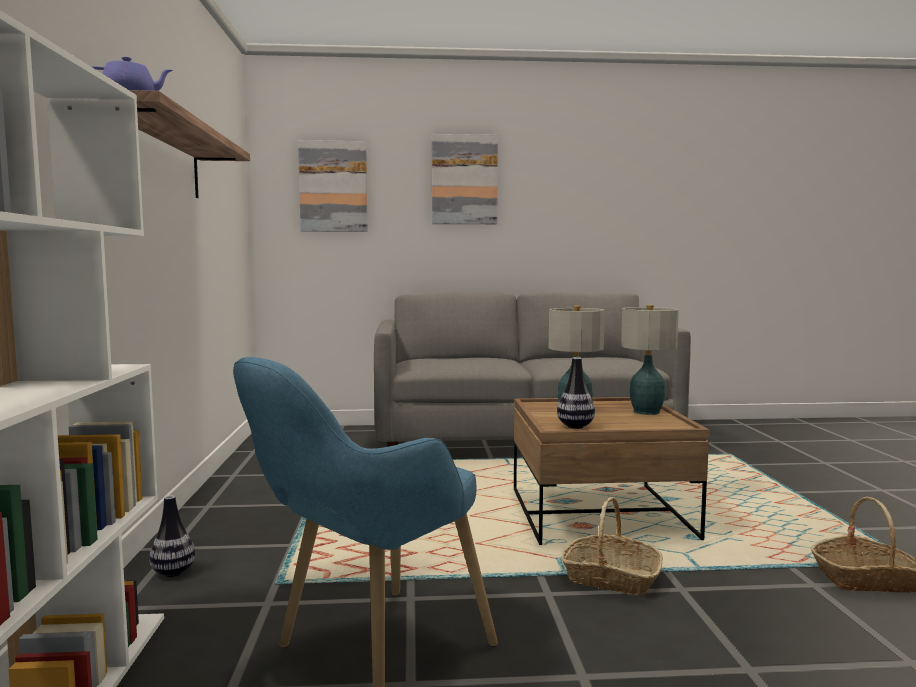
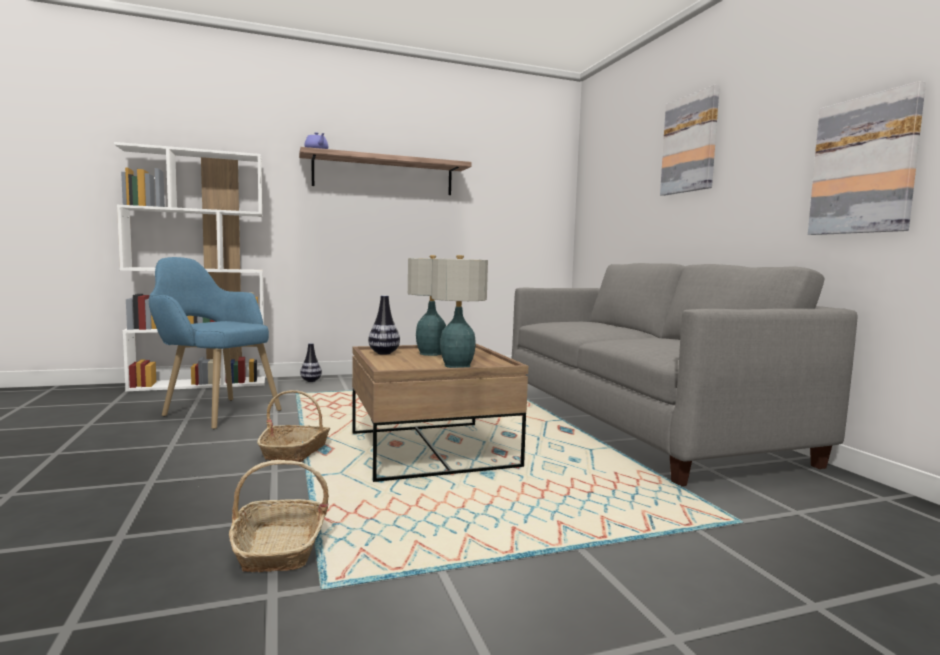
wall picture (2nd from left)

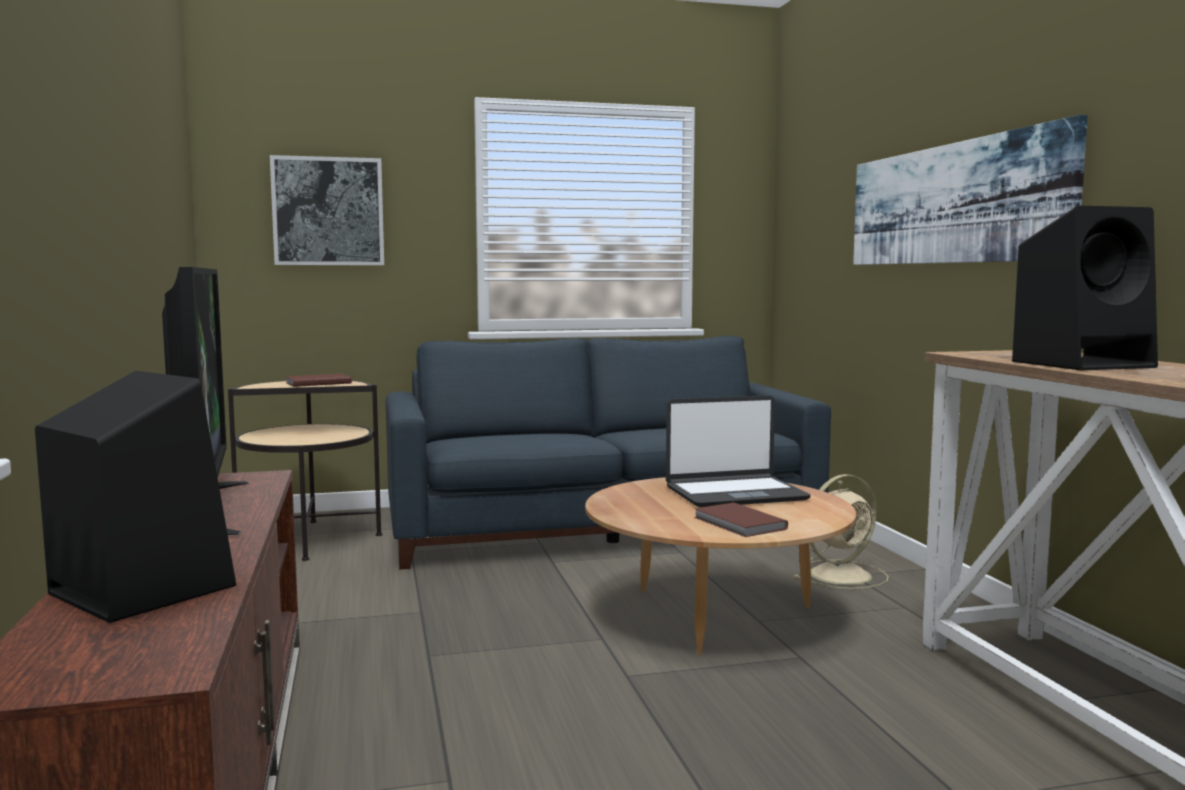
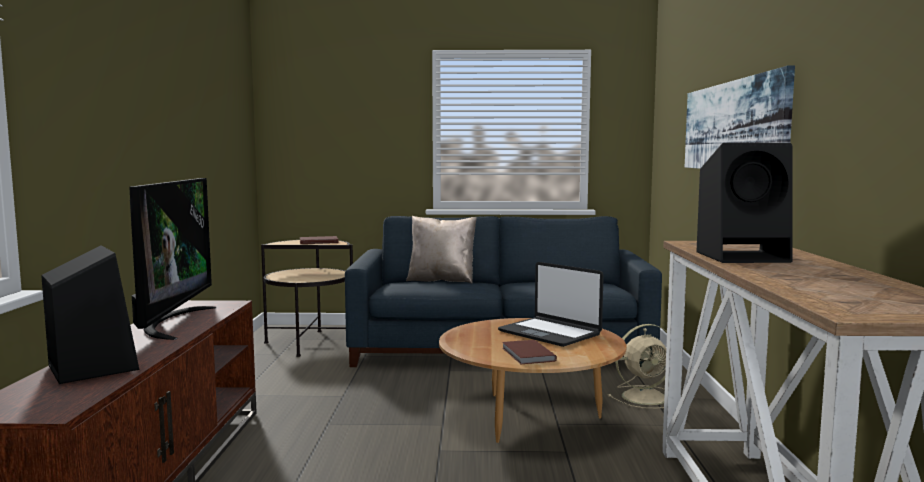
wall picture (1st from left in the first image); notebook computer; pillow (sand-coloured)

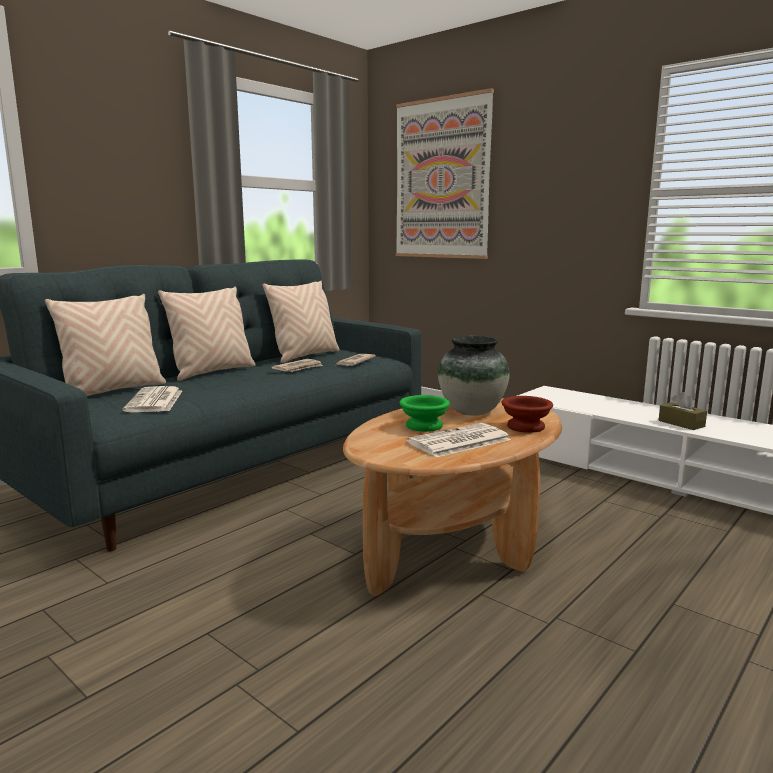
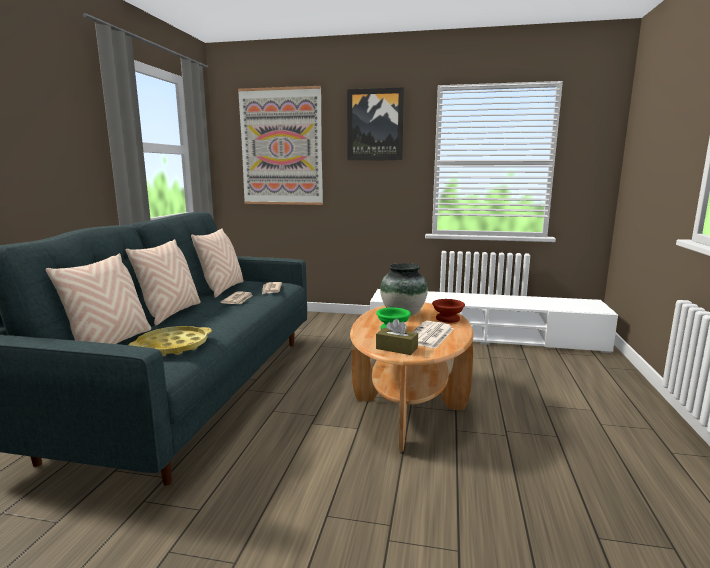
serving tray (yellow); tissue box (brownish); wall picture (2nd from left)

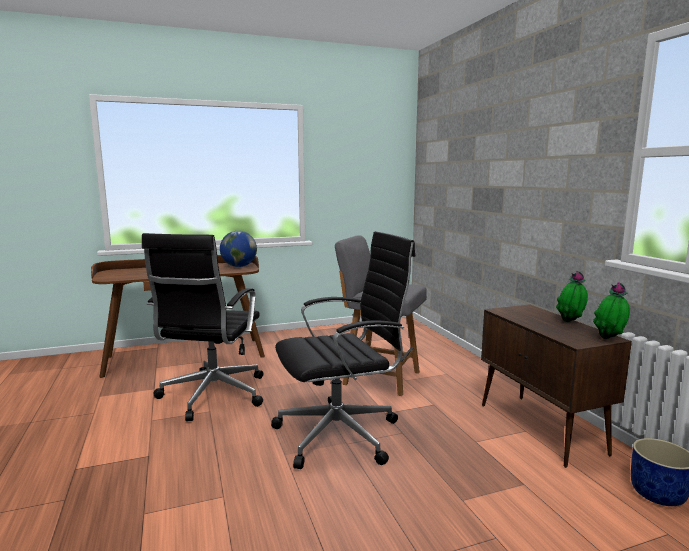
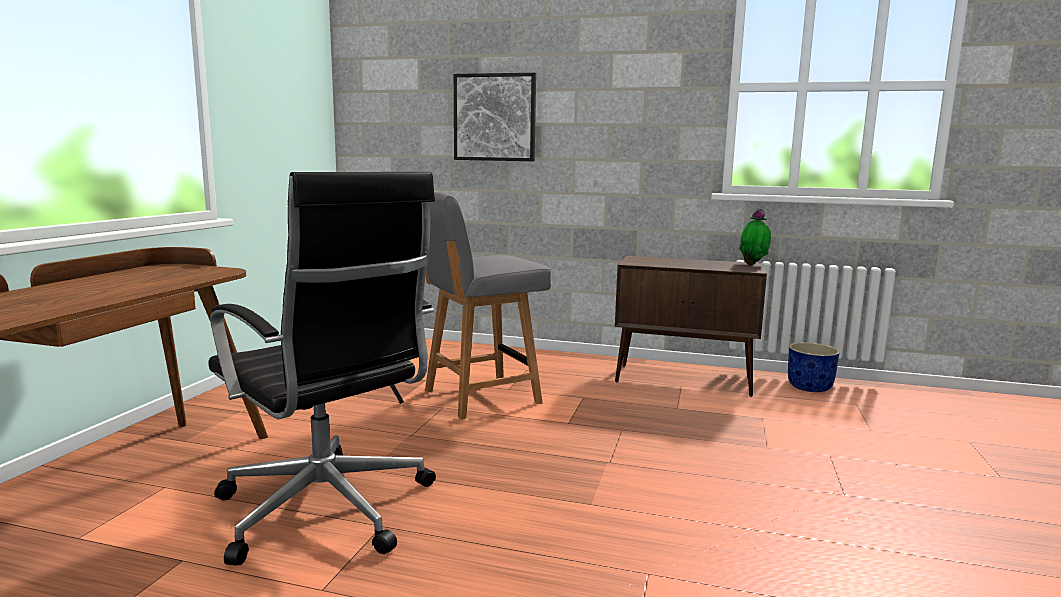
desk globe; office chair (black) (2nd from left in the first image); houseplant (1st from left in the first image); wall picture

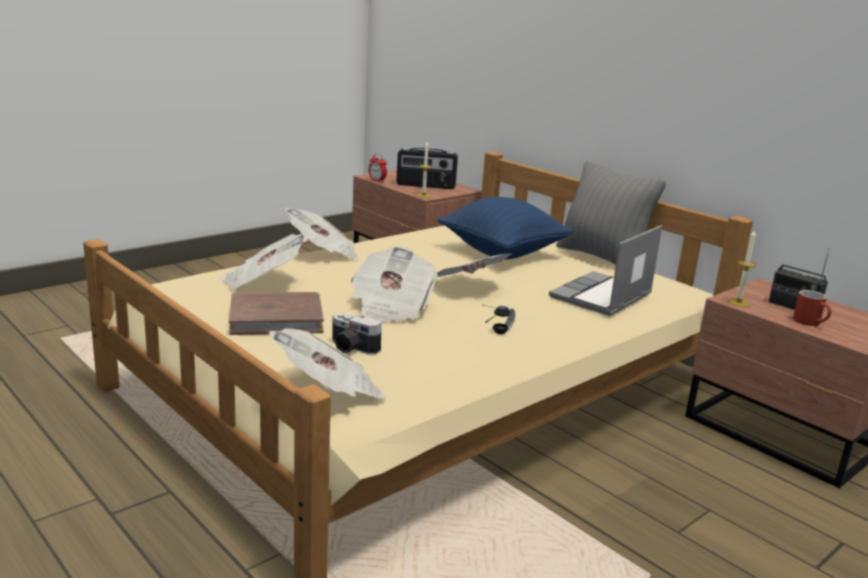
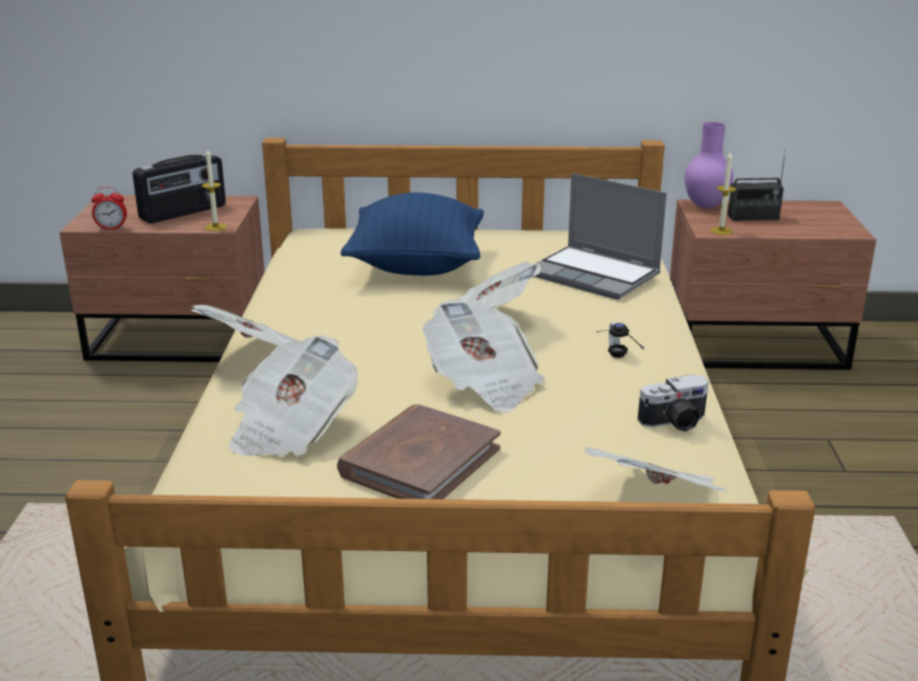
still camera; notebook computer; pillow (gray); mug (red-coloured); vase (purplish)

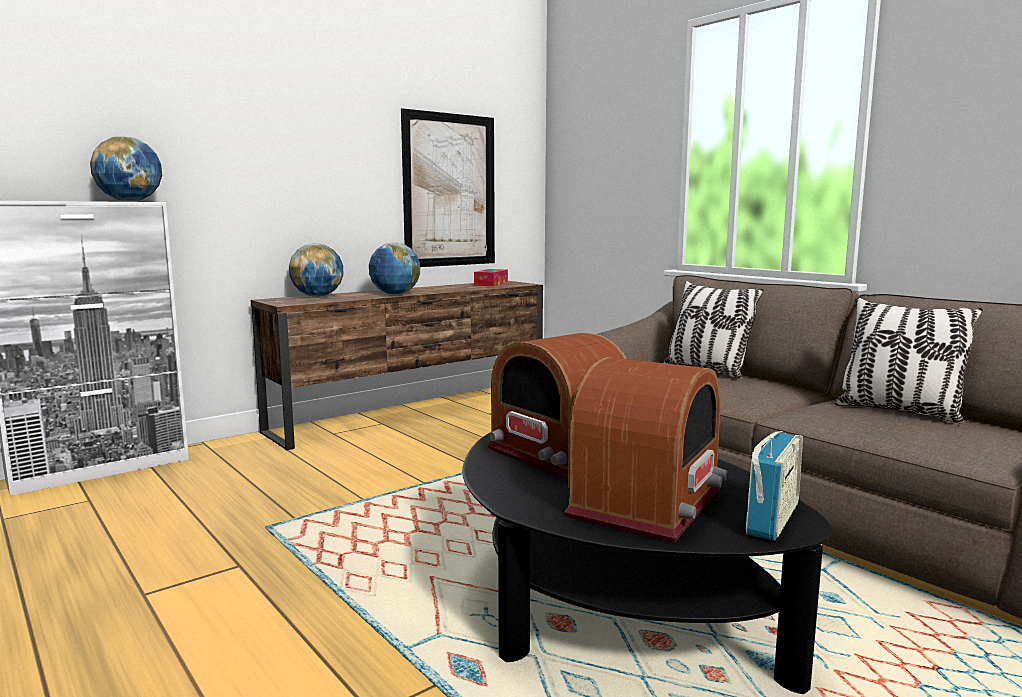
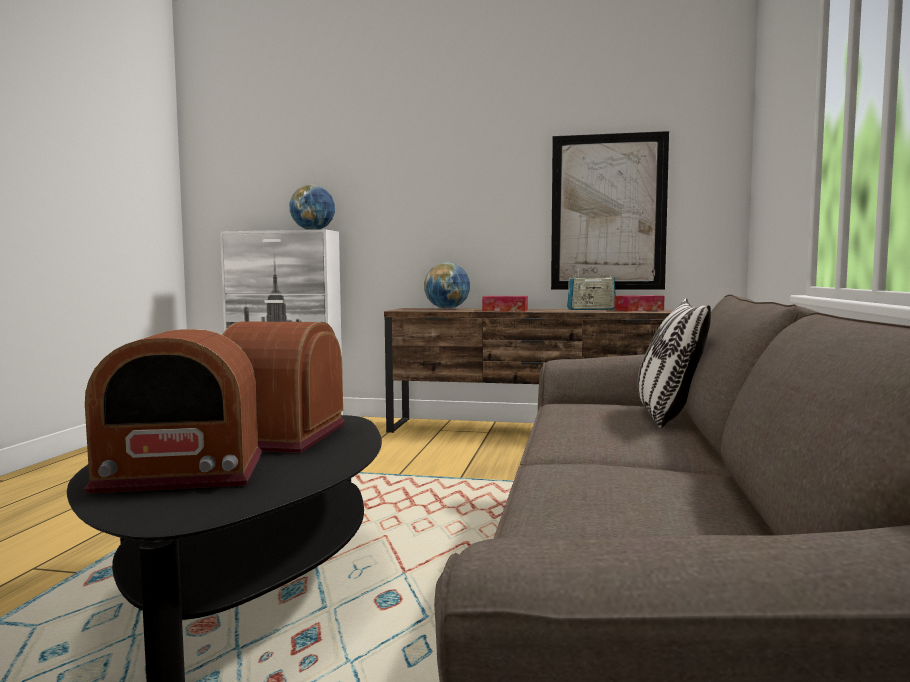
tissue box (1st from left); radio (3rd from left); pillow (2nd from left in the first image)

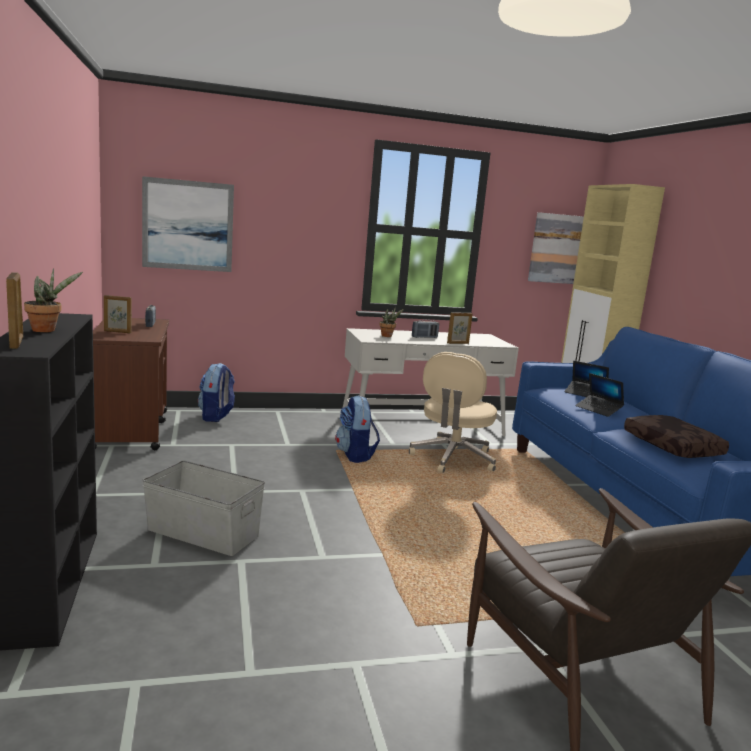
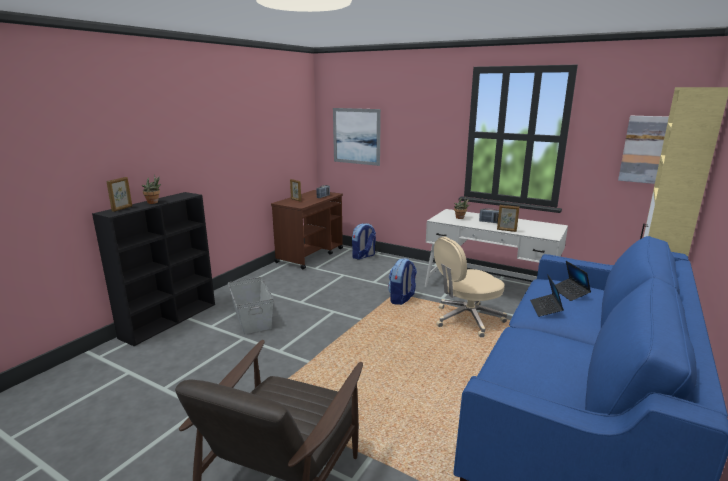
pillow (brownish)

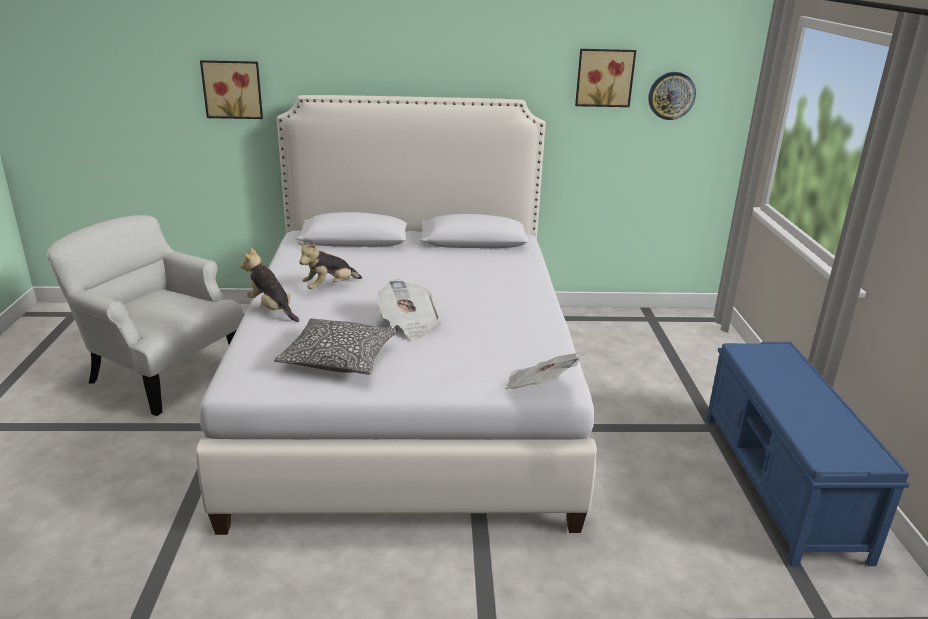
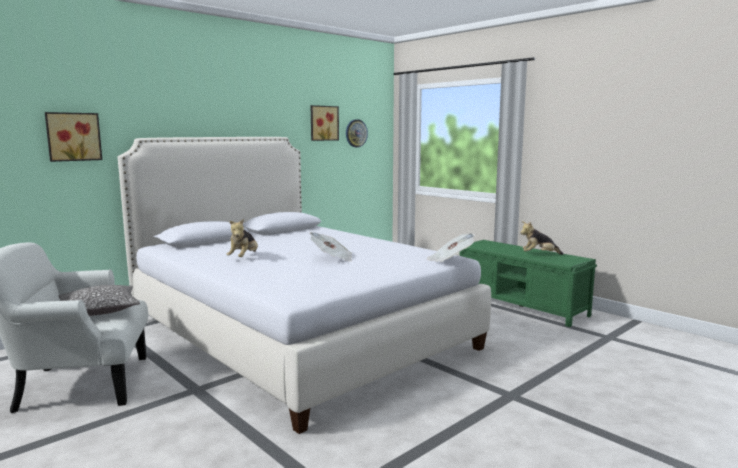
soft toy (2nd from left); pillow; bench (green-coloured)

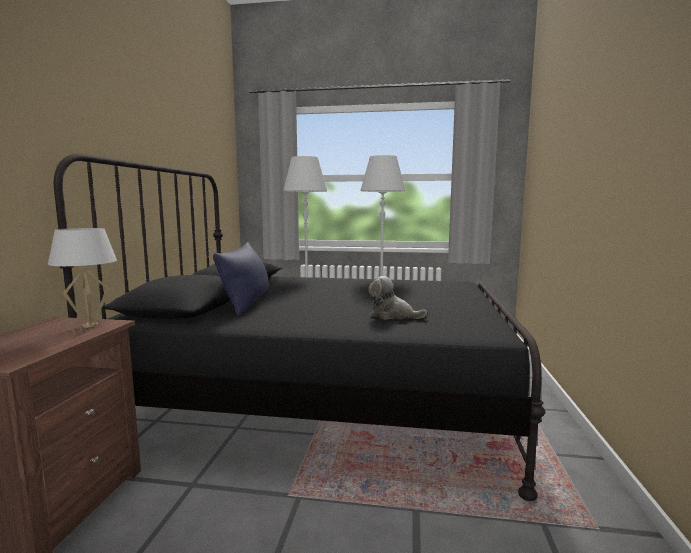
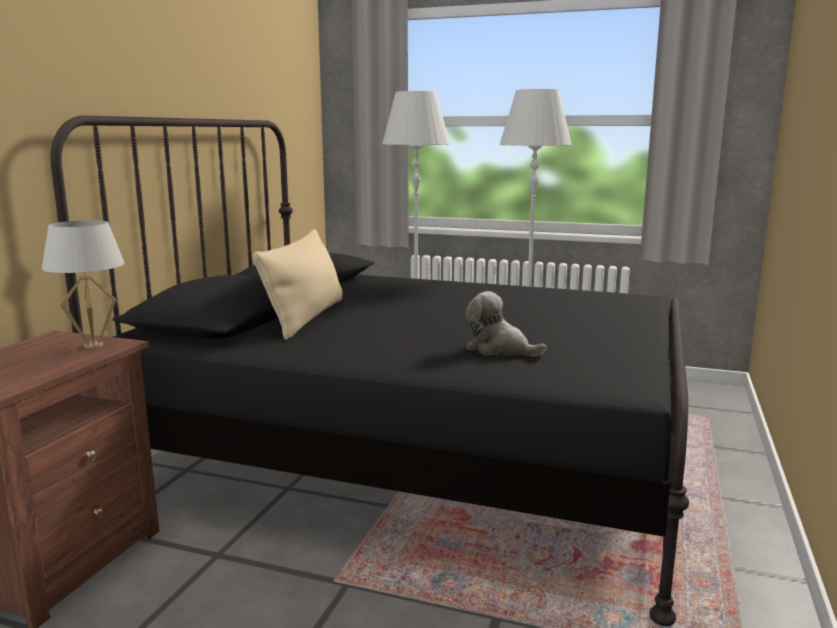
pillow (sand-coloured)

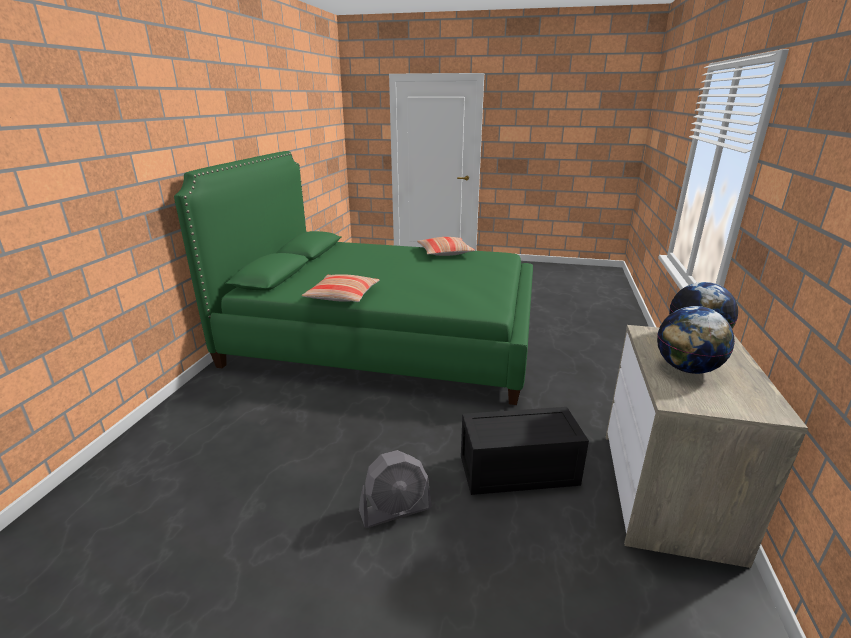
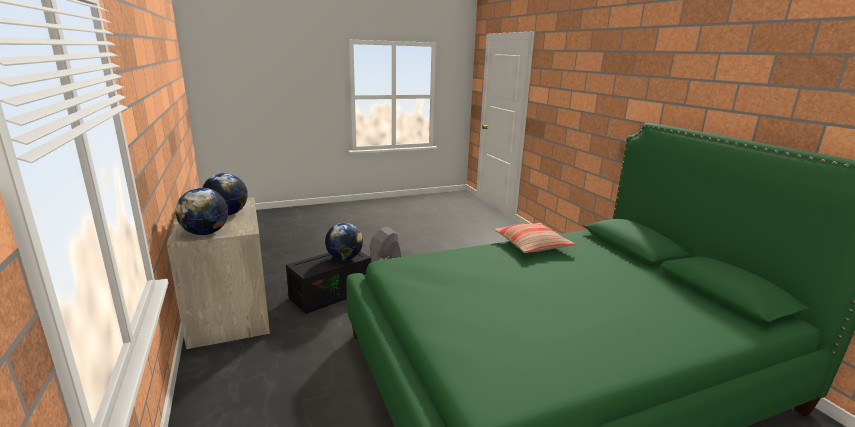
pillow (2nd from left in the first image); desk globe (3rd from left)

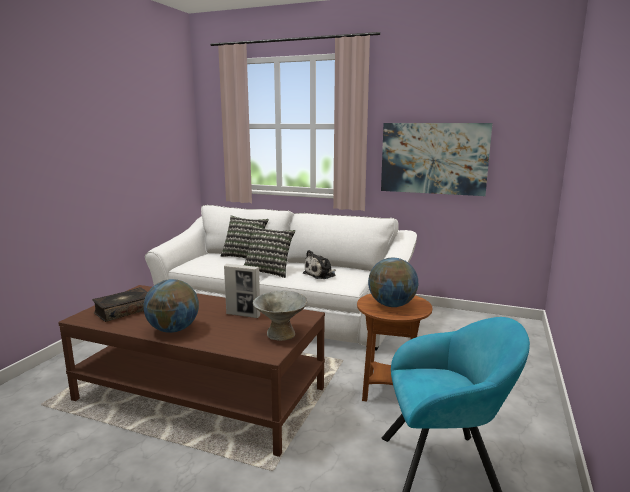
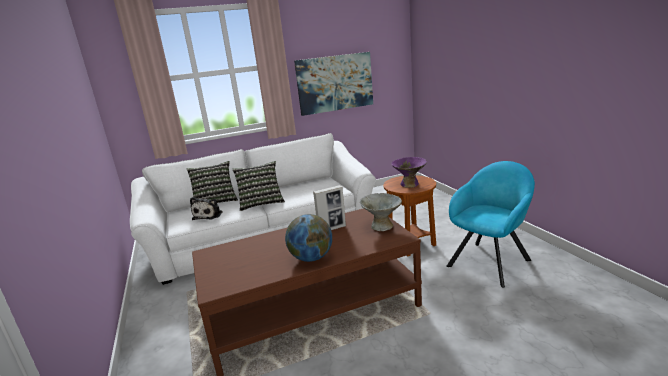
bound book; soft toy; deep dish (purplish)

